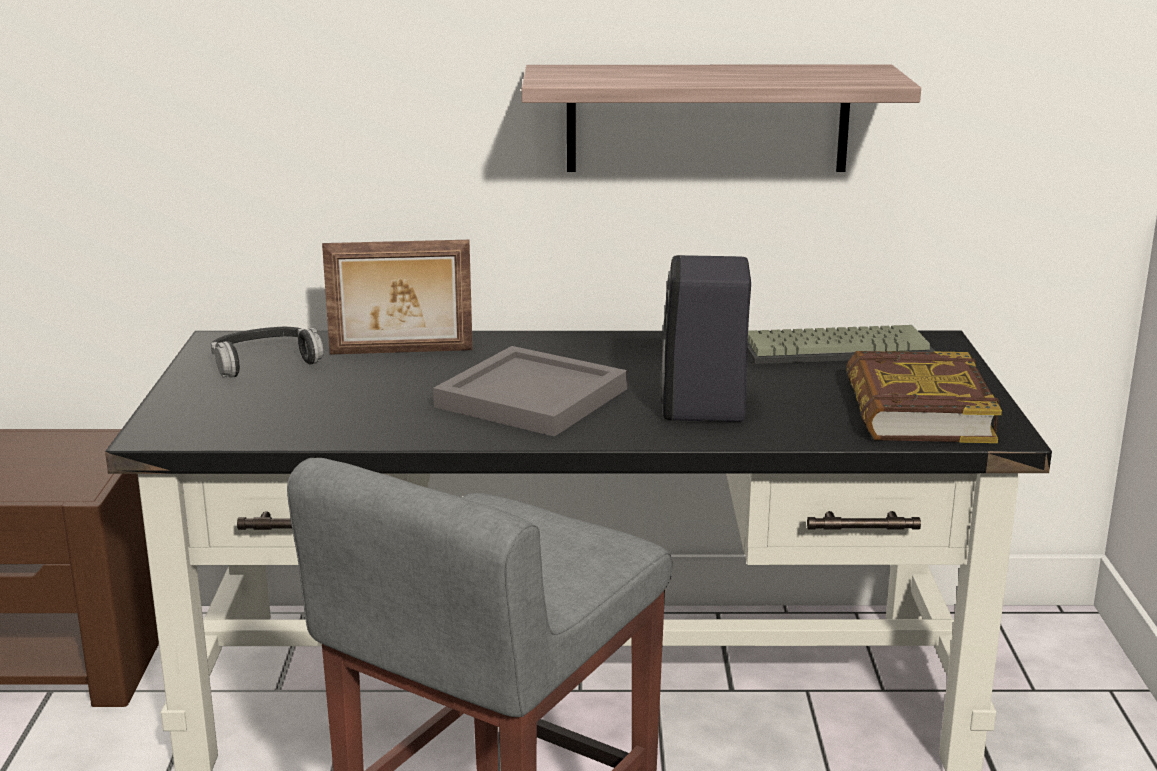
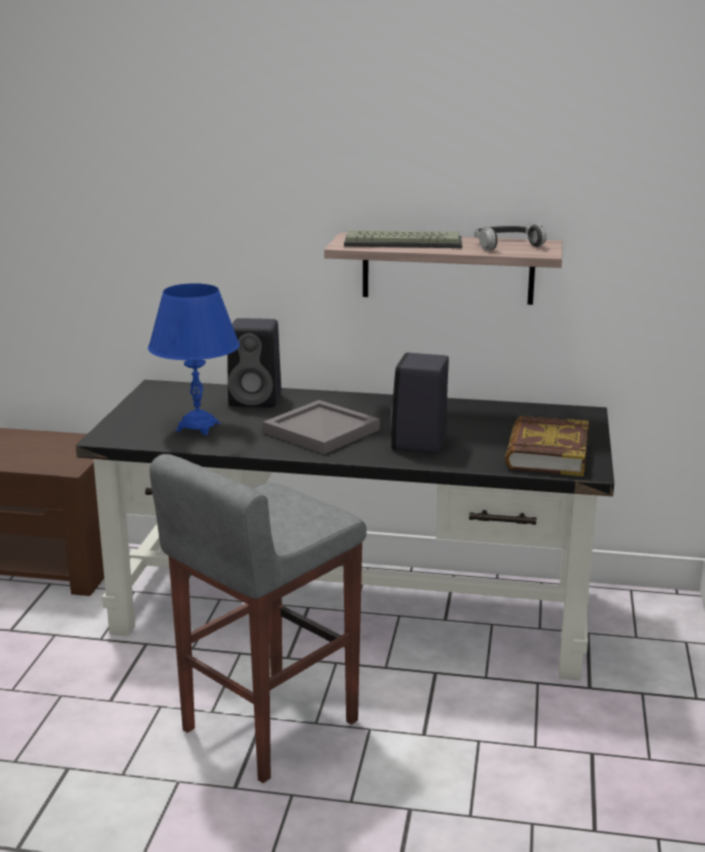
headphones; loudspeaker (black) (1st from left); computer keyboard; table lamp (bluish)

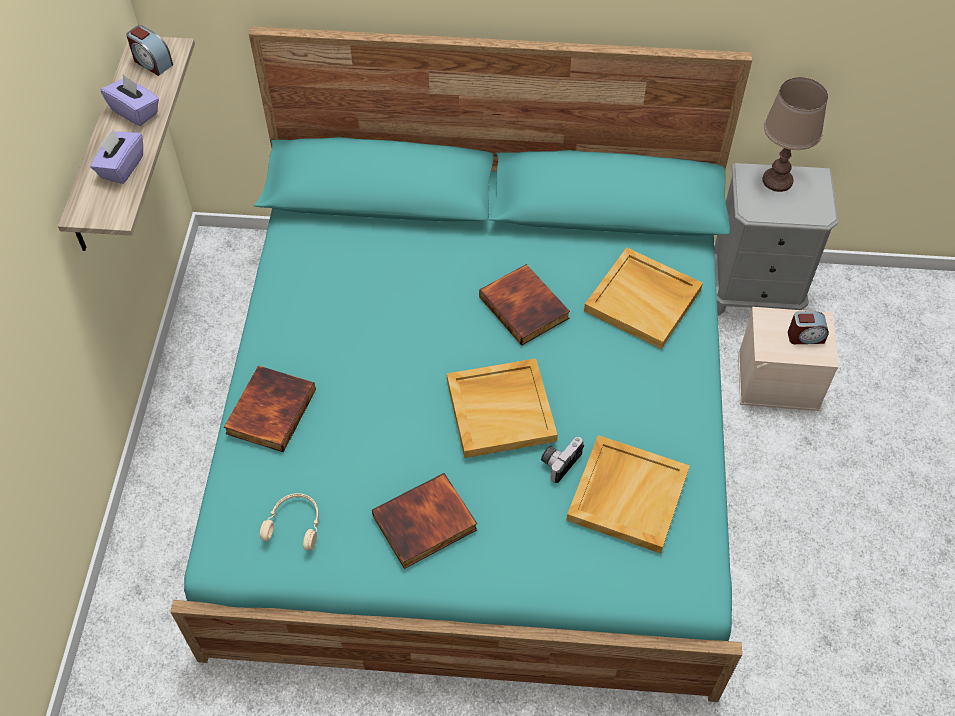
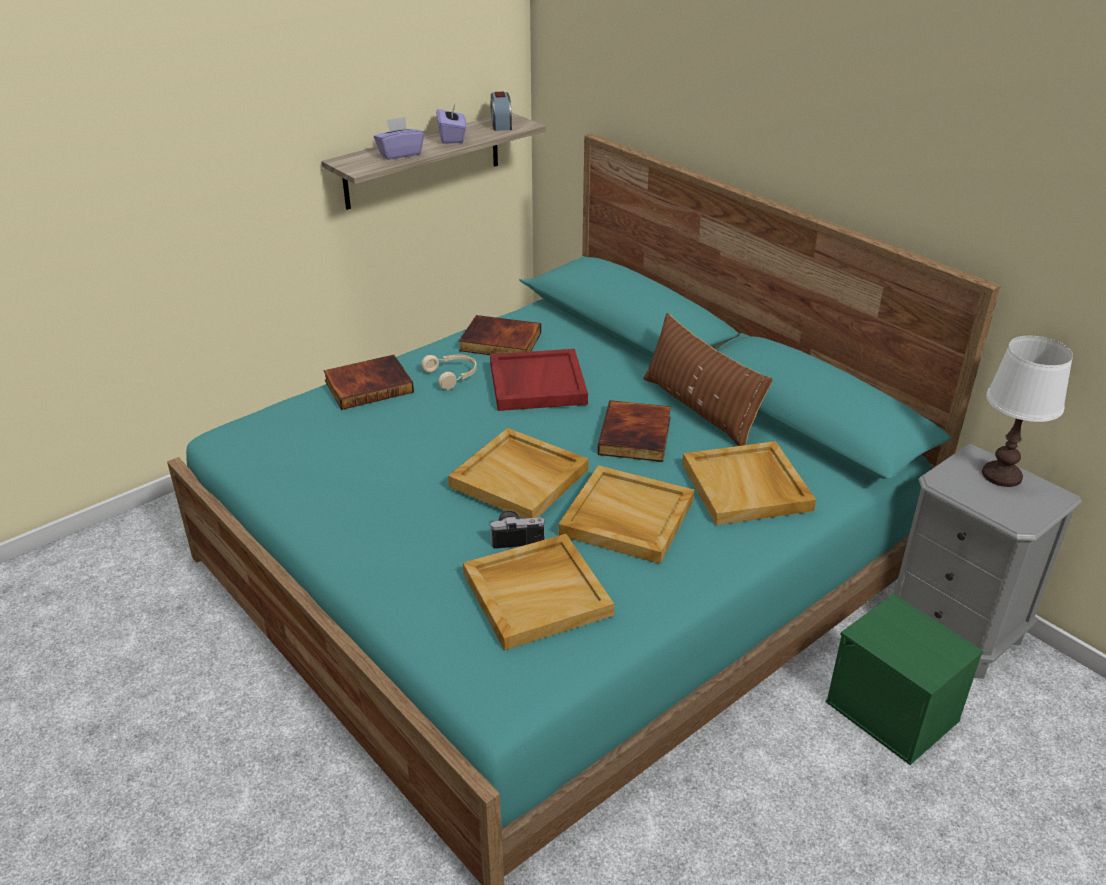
headphones (sand-coloured); bound book (2nd from left); storage container (green-coloured); table lamp (whitish); table clock (2nd from left in the first image); serving tray (red-coloured); serving tray (sand-coloured) (3rd from left); pillow (brownish)

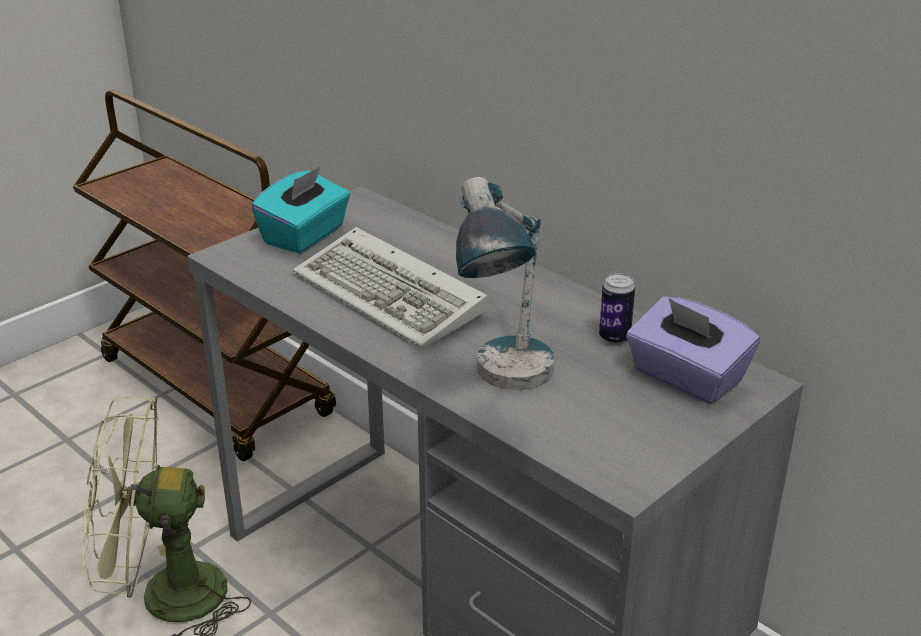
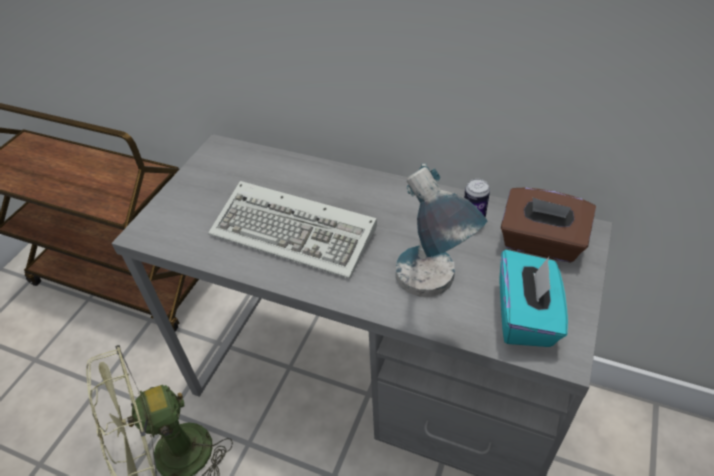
tissue box (turquoise-coloured); tissue box (brownish)

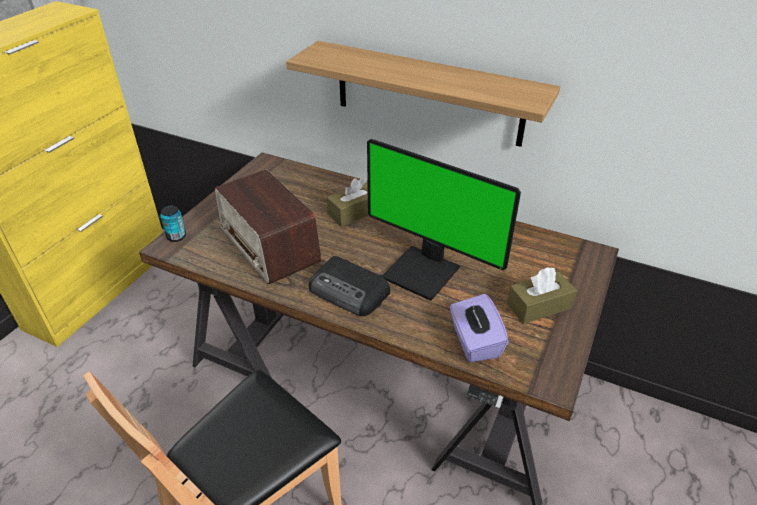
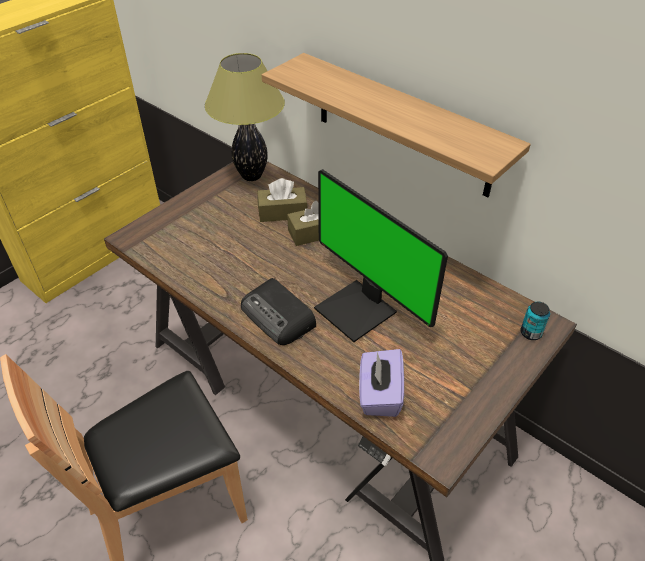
metal can; radio (1st from left in the first image); tissue box (brownish) (1st from left); table lamp

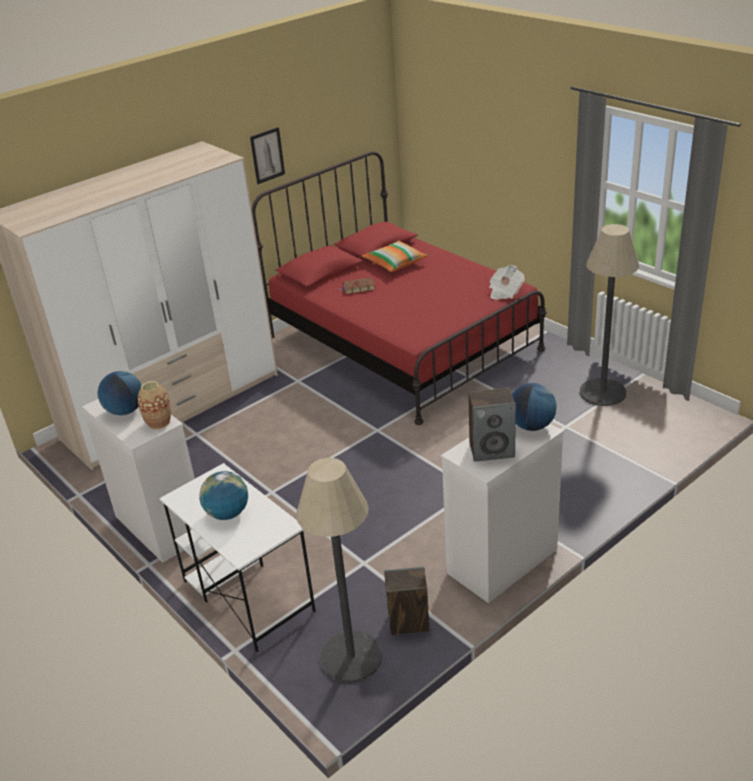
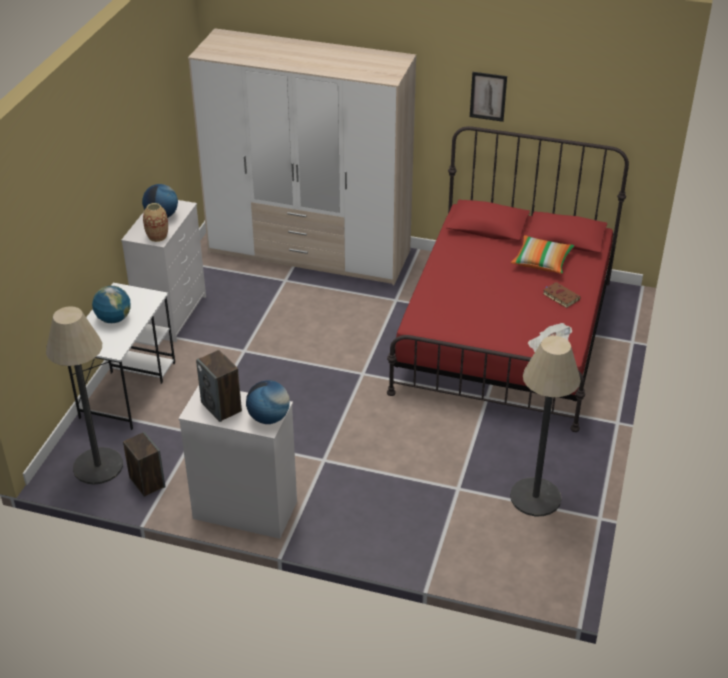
bound book (brownish)

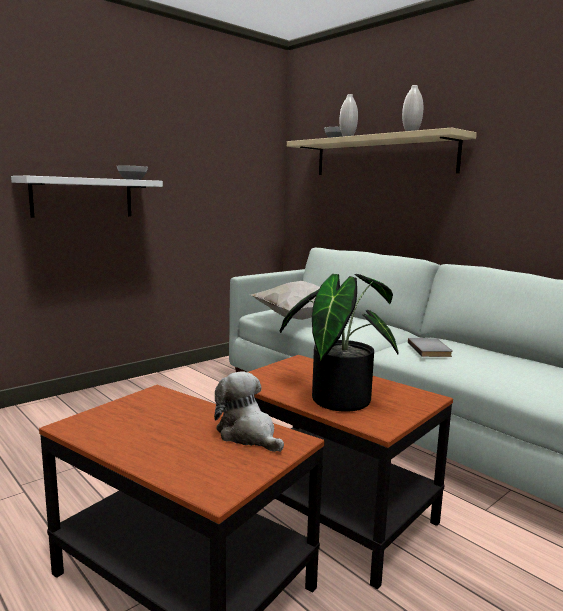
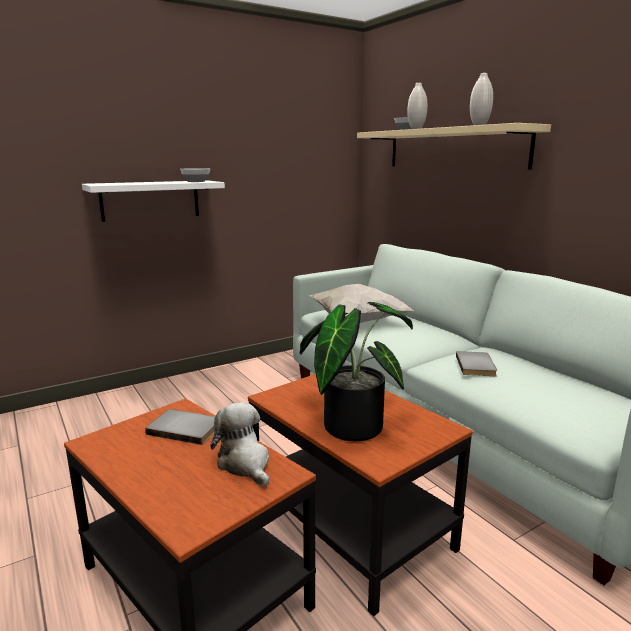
bound book (gray) (1st from left)

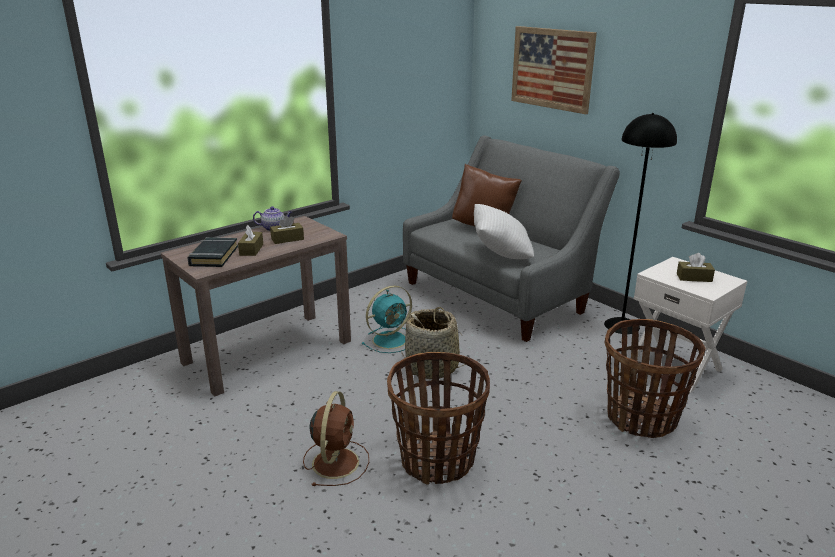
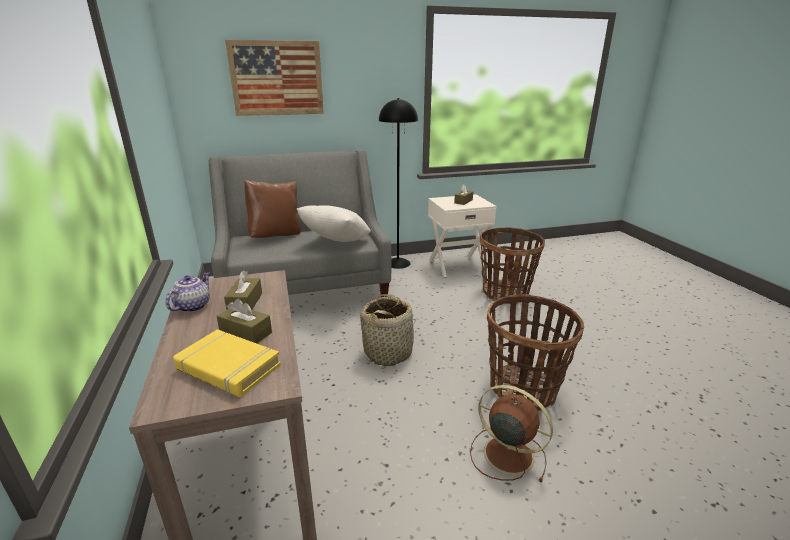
bound book (yellow); cooling fan (turquoise-coloured)

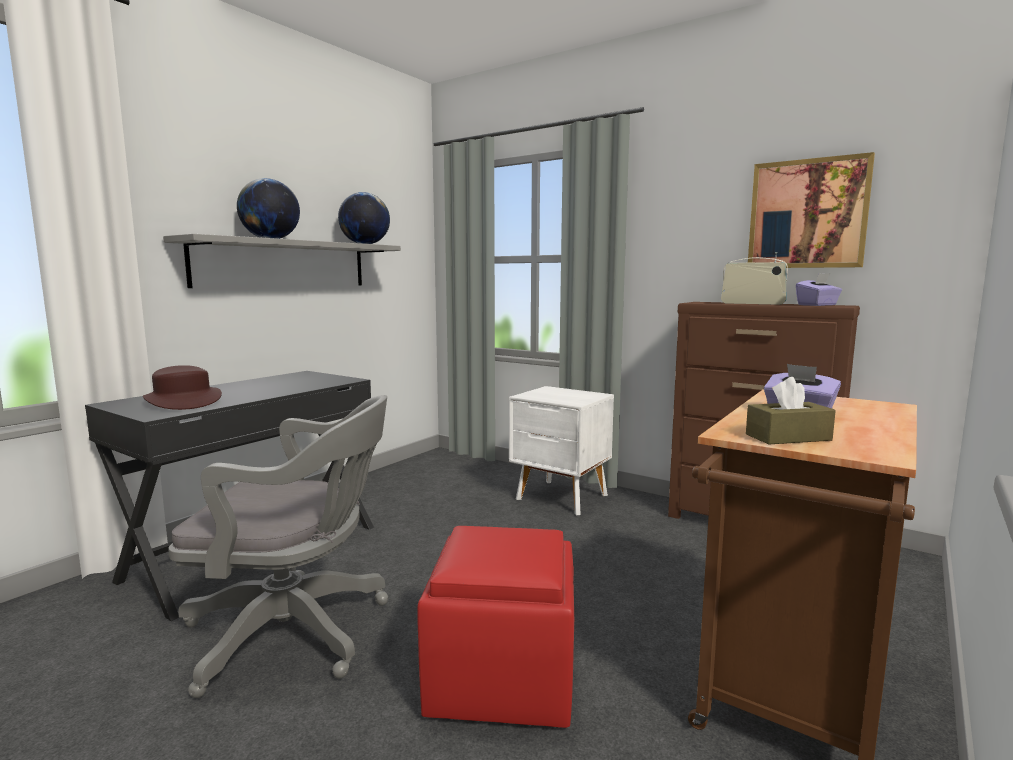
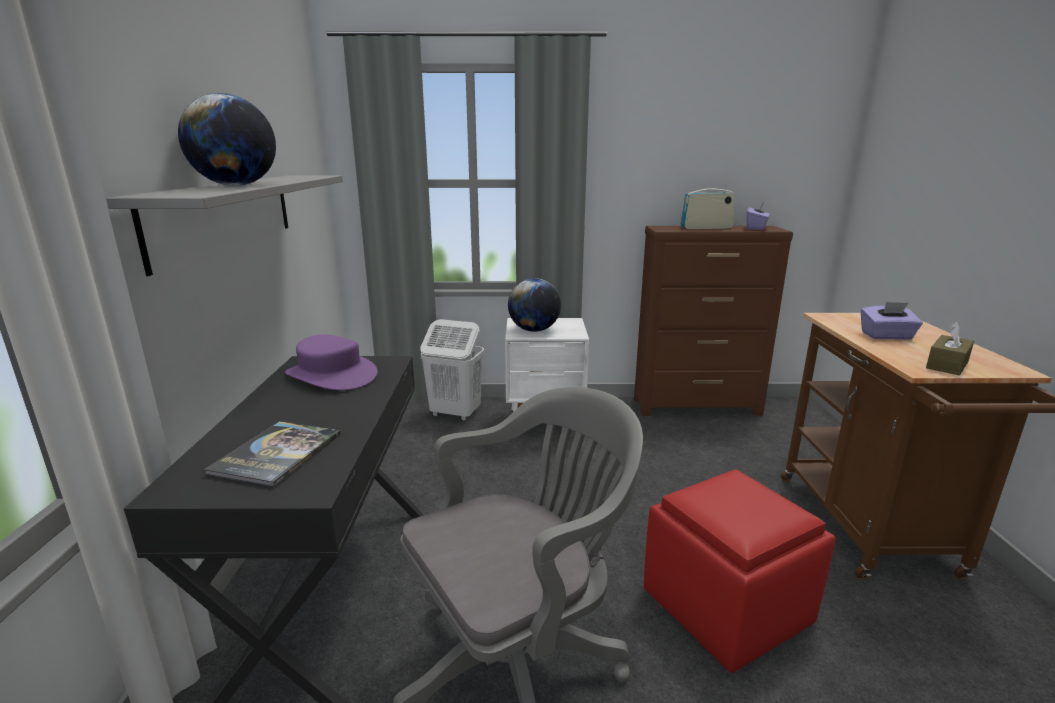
bound book; desk globe (2nd from left); wall picture; hat (purplish); washing basket (whitish)

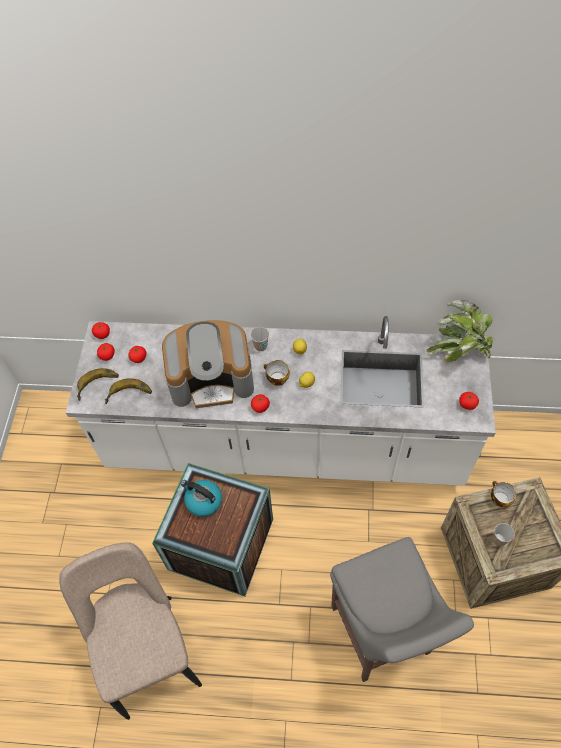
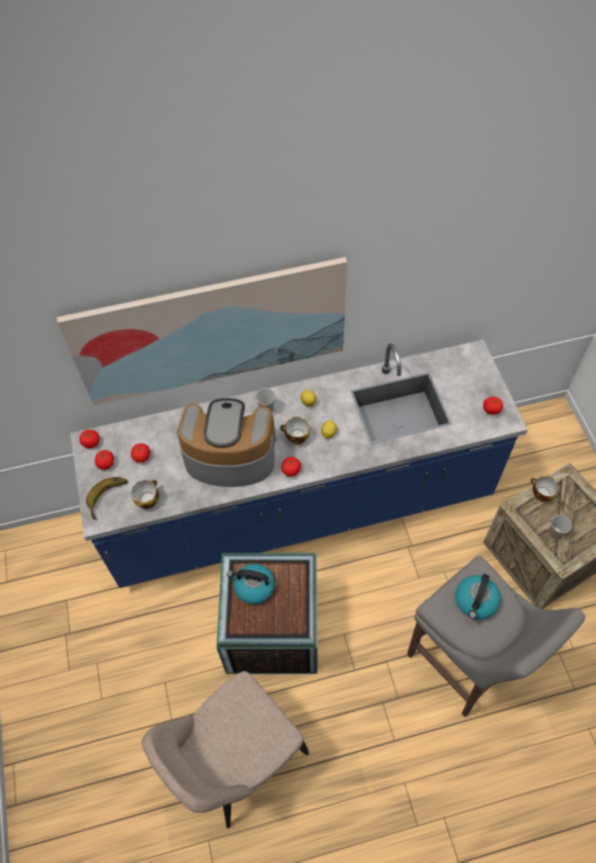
chair (sand-coloured); counter (bluish); drinking cup (1st from left); coffee brewer; houseplant; wall picture; tea kettle (2nd from left)

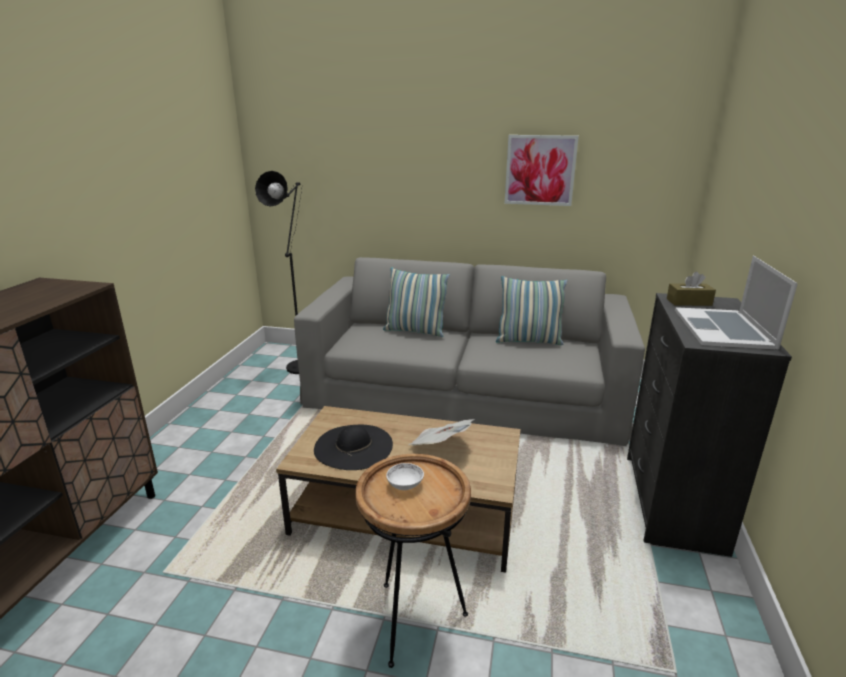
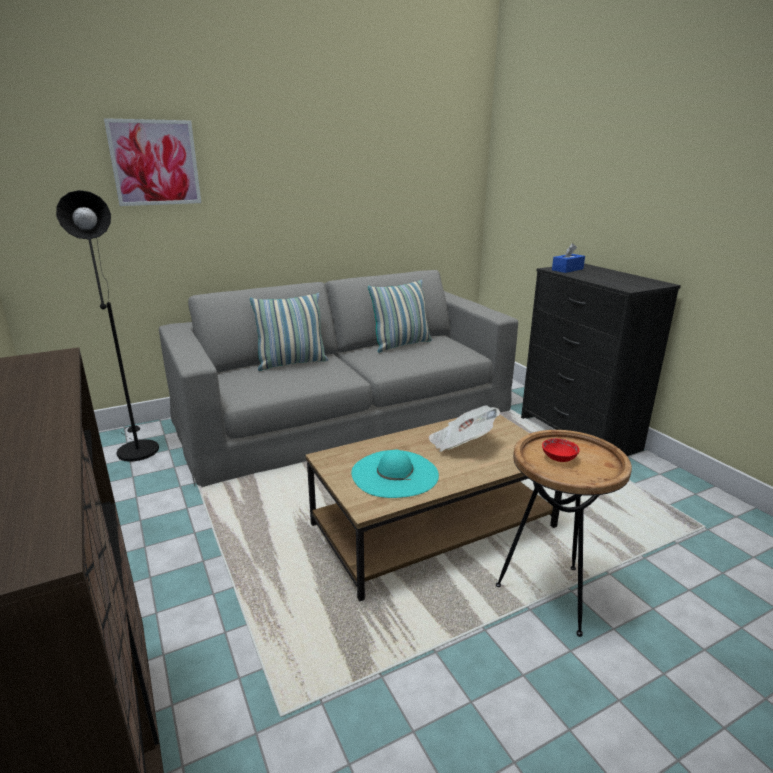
hat (turquoise-coloured); deep dish (red-coloured); wall picture; tissue box (bluish); notebook computer

